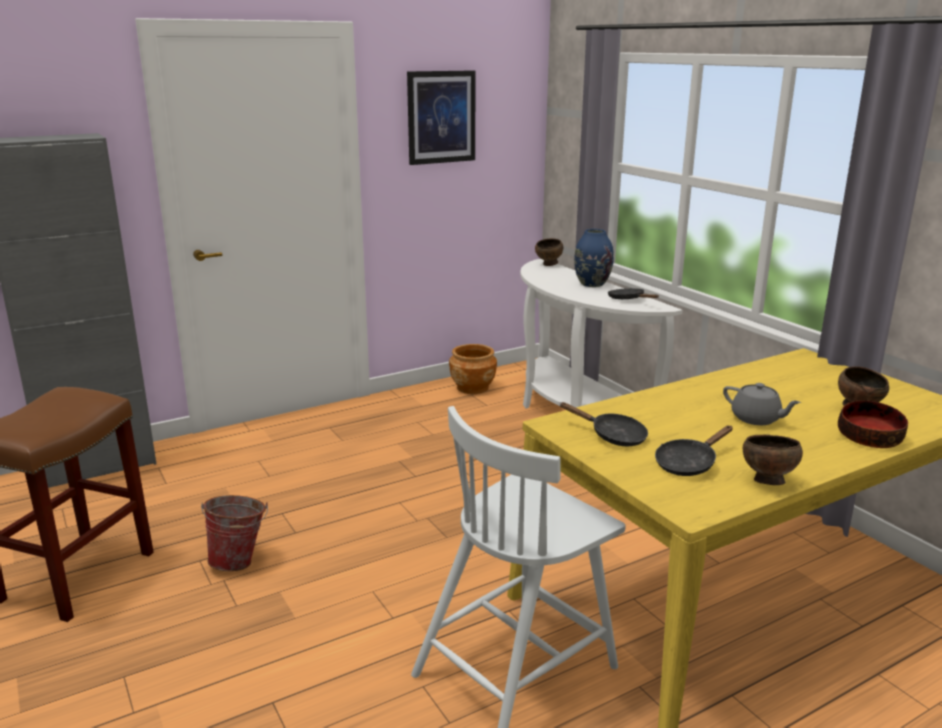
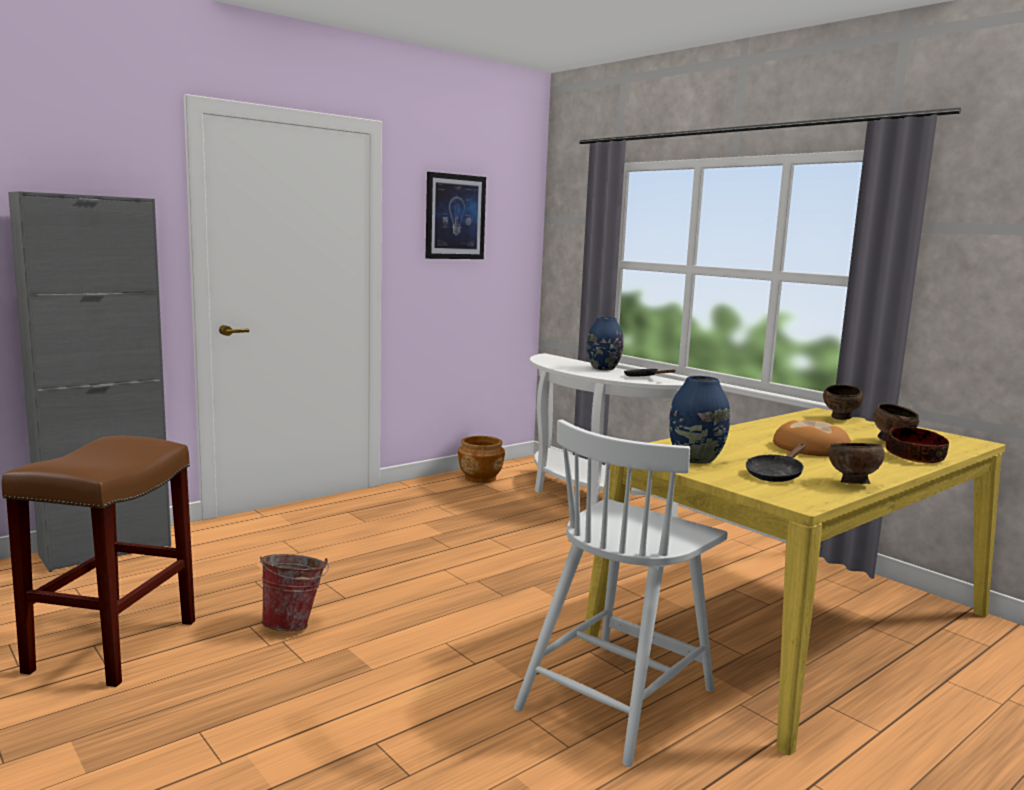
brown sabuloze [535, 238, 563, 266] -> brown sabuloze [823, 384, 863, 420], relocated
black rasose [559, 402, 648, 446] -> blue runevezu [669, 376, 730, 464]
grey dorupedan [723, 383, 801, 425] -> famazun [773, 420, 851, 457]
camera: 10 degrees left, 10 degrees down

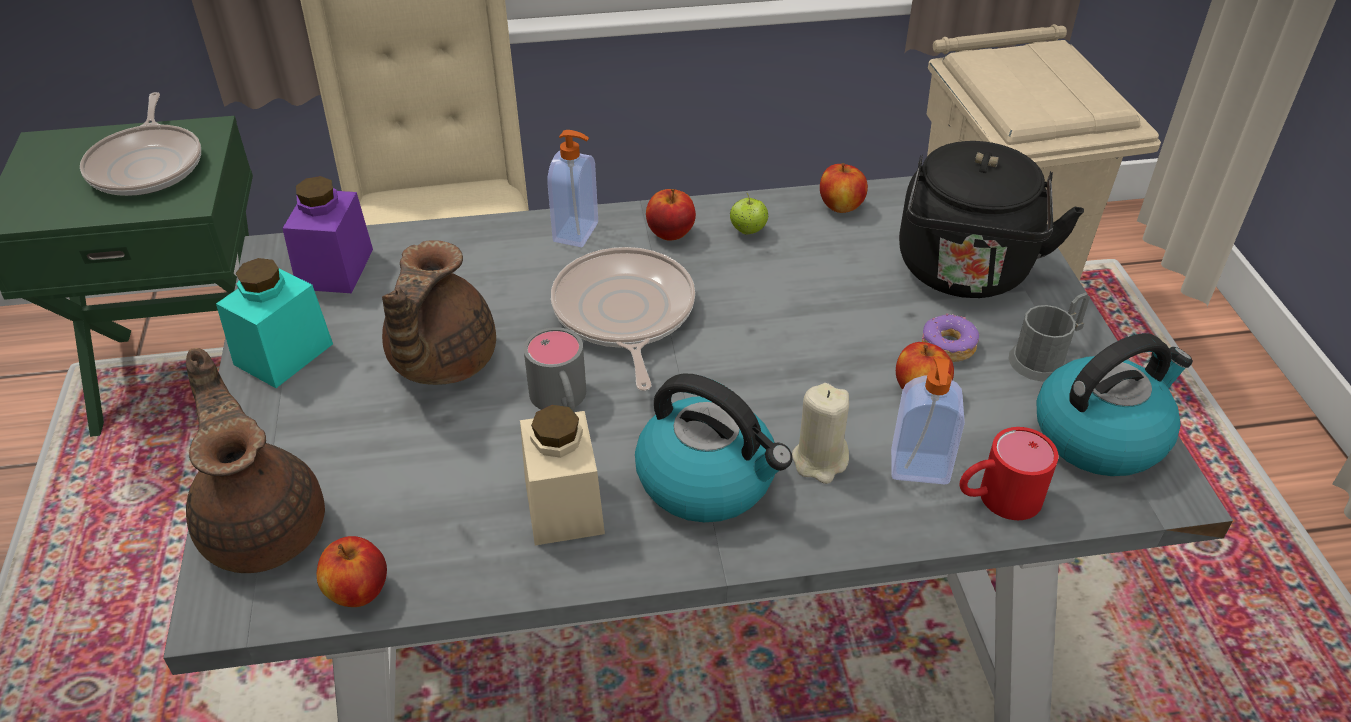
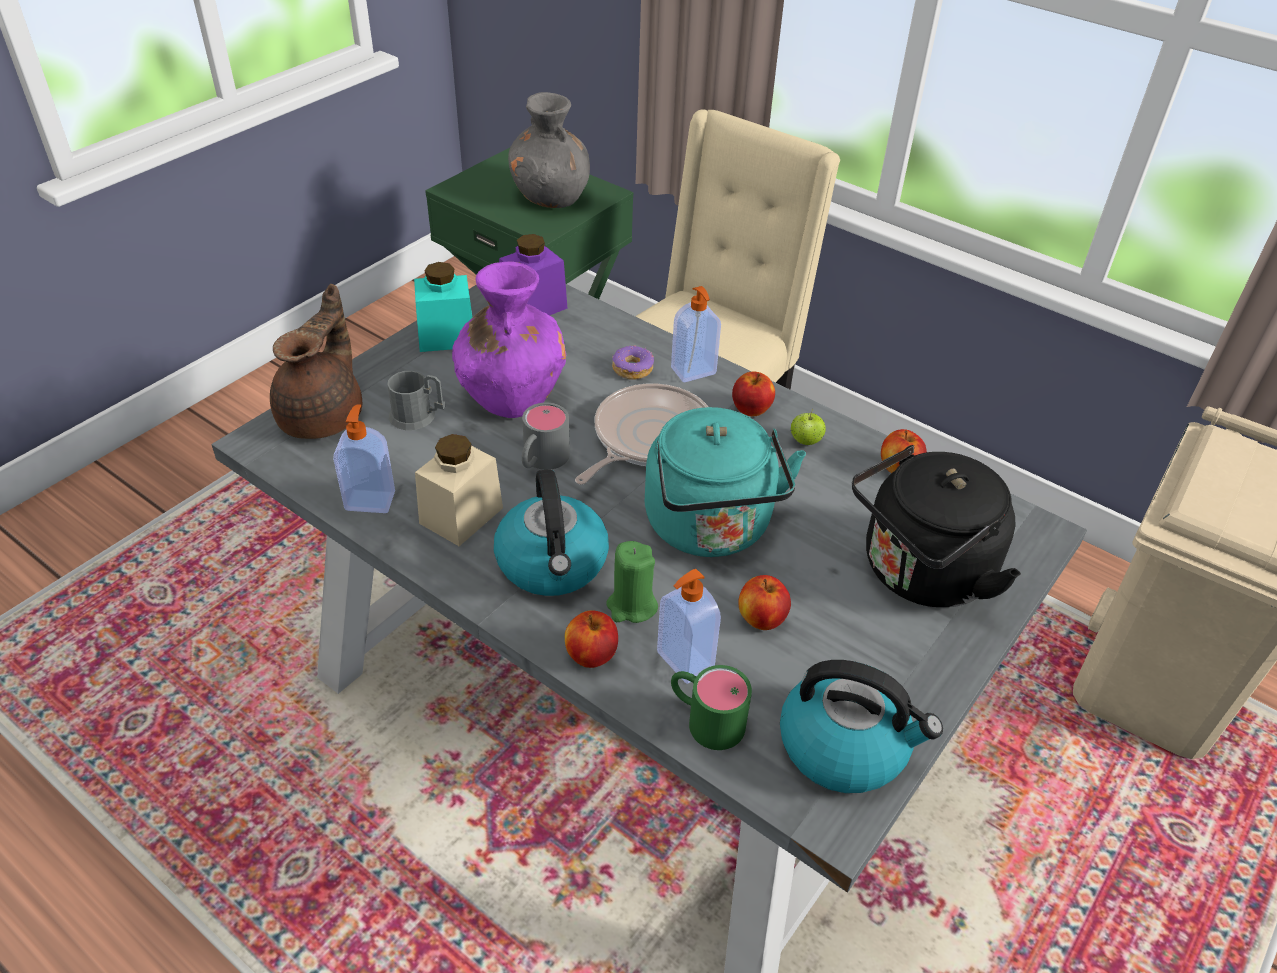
none -> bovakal [333, 404, 395, 513]
none -> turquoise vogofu [645, 407, 806, 557]
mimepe [317, 536, 387, 607] -> mimepe [565, 610, 618, 668], relocated
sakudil [922, 313, 979, 362] -> sakudil [612, 345, 654, 380], relocated
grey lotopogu [1008, 293, 1090, 382] -> grey lotopogu [387, 371, 445, 430], relocated
rasose [80, 92, 201, 196] -> grey runevezu [508, 92, 590, 208]
brown dorupedan [382, 240, 496, 385] -> purple runevezu [452, 261, 566, 418]
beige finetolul [792, 383, 849, 484] -> green finetolul [606, 541, 658, 623]
red lotopogu [960, 427, 1058, 520] -> green lotopogu [671, 665, 752, 750]
camera: 45 degrees right, 0 degrees up

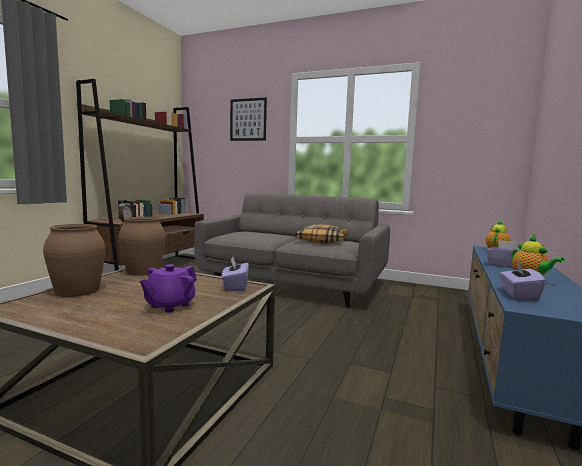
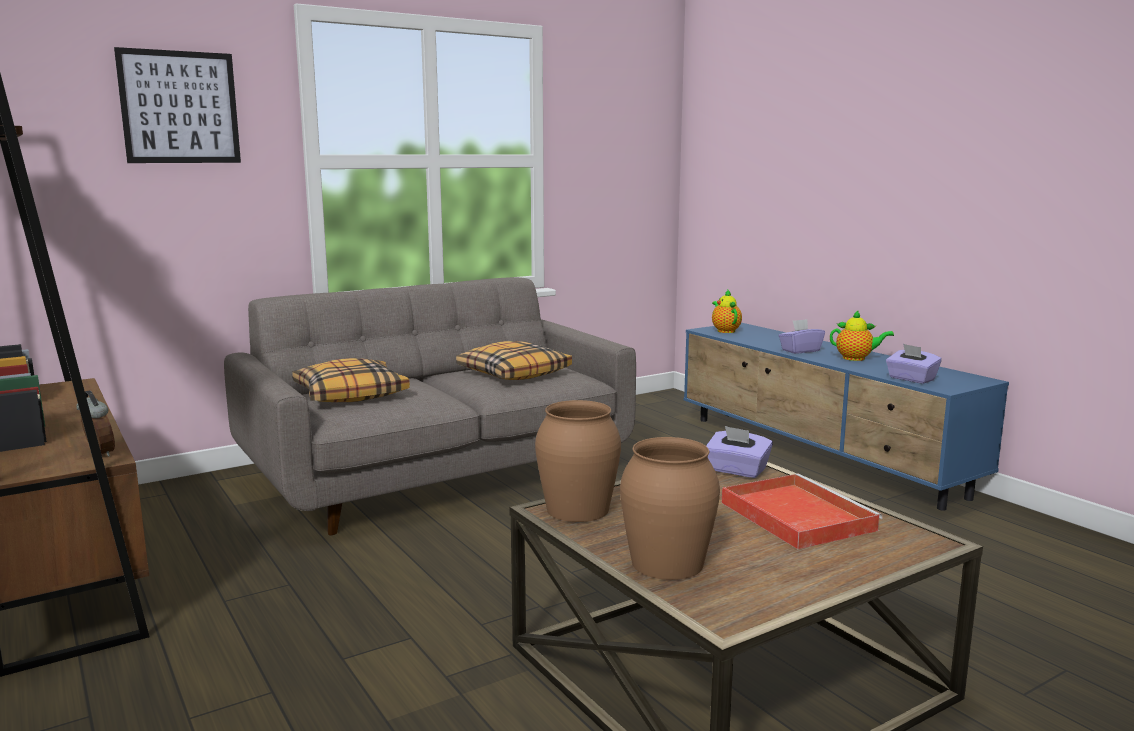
none -> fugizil [292, 358, 410, 402]
purple dorupedan [140, 264, 197, 312] -> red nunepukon [722, 474, 882, 549]
camera: 55 degrees left, 5 degrees up

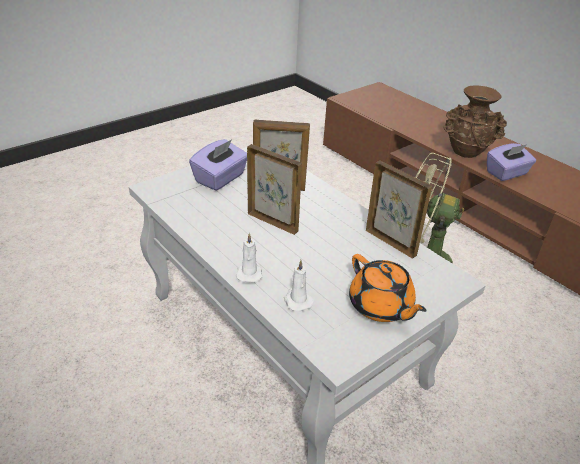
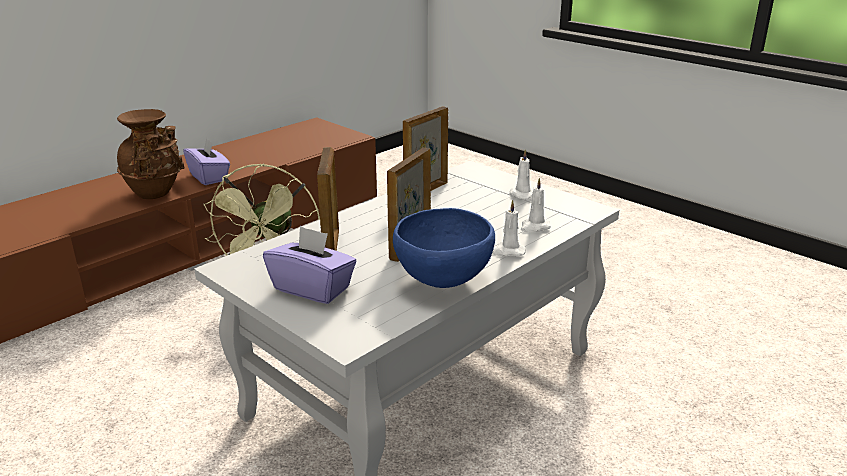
none -> blue sabuloze [393, 208, 495, 288]
orange dorupedan [349, 254, 426, 322] -> white finetolul [509, 149, 533, 200]
camera: 95 degrees left, 10 degrees down

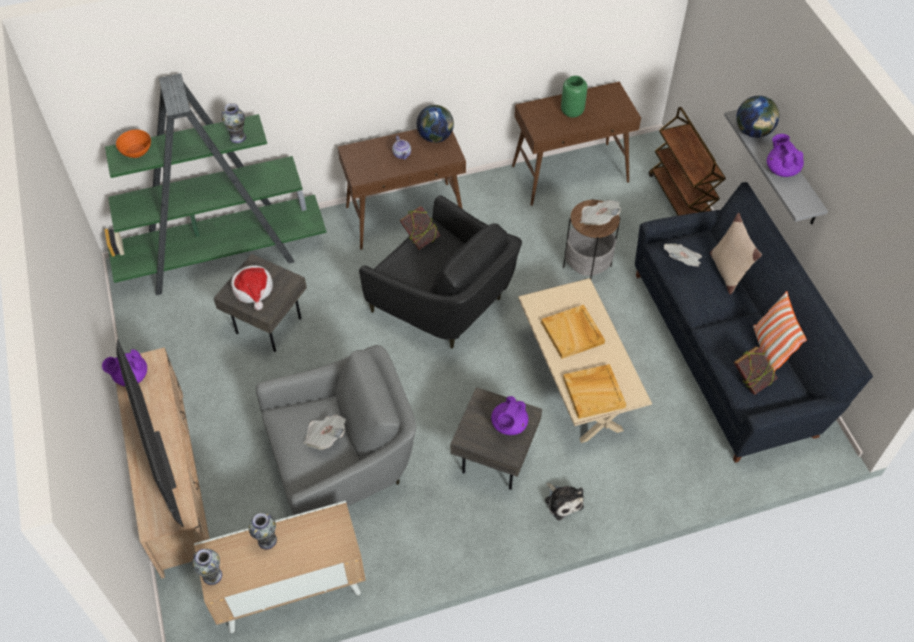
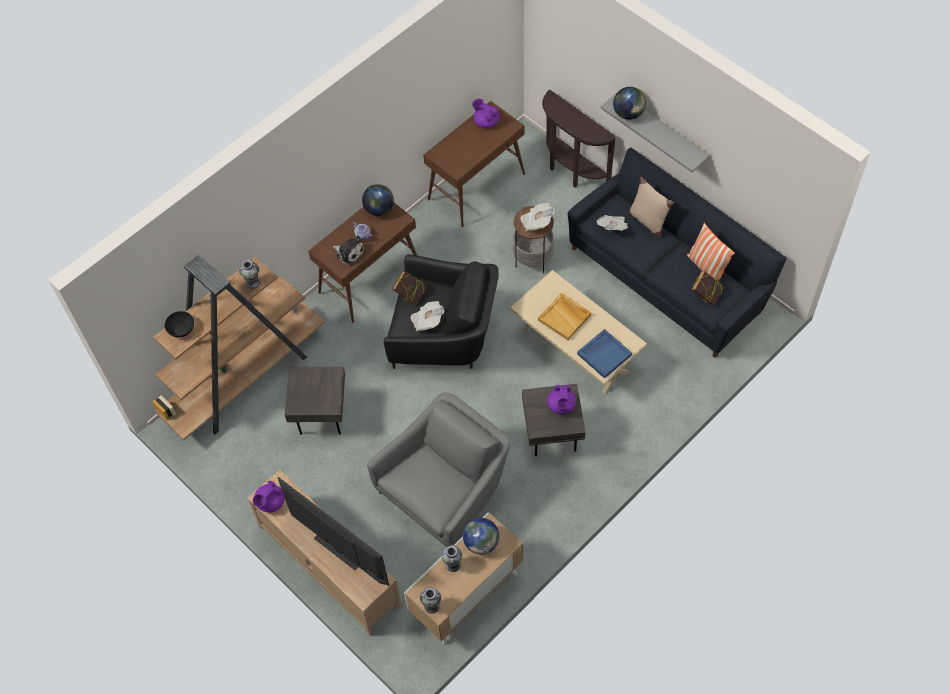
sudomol [231, 265, 273, 310] -> none
green runevezu [561, 76, 587, 118] -> none
none -> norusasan [463, 518, 499, 554]
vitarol [304, 415, 346, 450] -> vitarol [410, 301, 444, 331], relocated
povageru [545, 483, 584, 520] -> povageru [332, 236, 365, 266], relocated
purple dorupedan [767, 134, 804, 177] -> purple dorupedan [472, 99, 499, 128], relocated
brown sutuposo [649, 107, 726, 216] -> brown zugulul [542, 90, 617, 188]
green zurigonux [105, 73, 327, 295] -> brown zurigonux [152, 255, 325, 440]
orange sabuloze [116, 130, 151, 158] -> black sabuloze [165, 311, 194, 337]
beige nunepukon [563, 364, 626, 419] -> blue nunepukon [577, 329, 632, 379]
camera: 25 degrees left, 5 degrees up

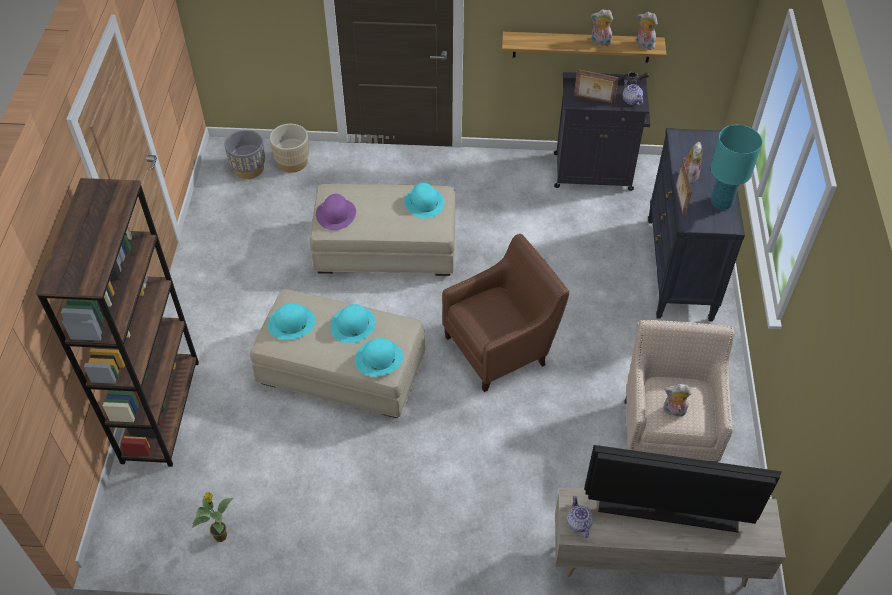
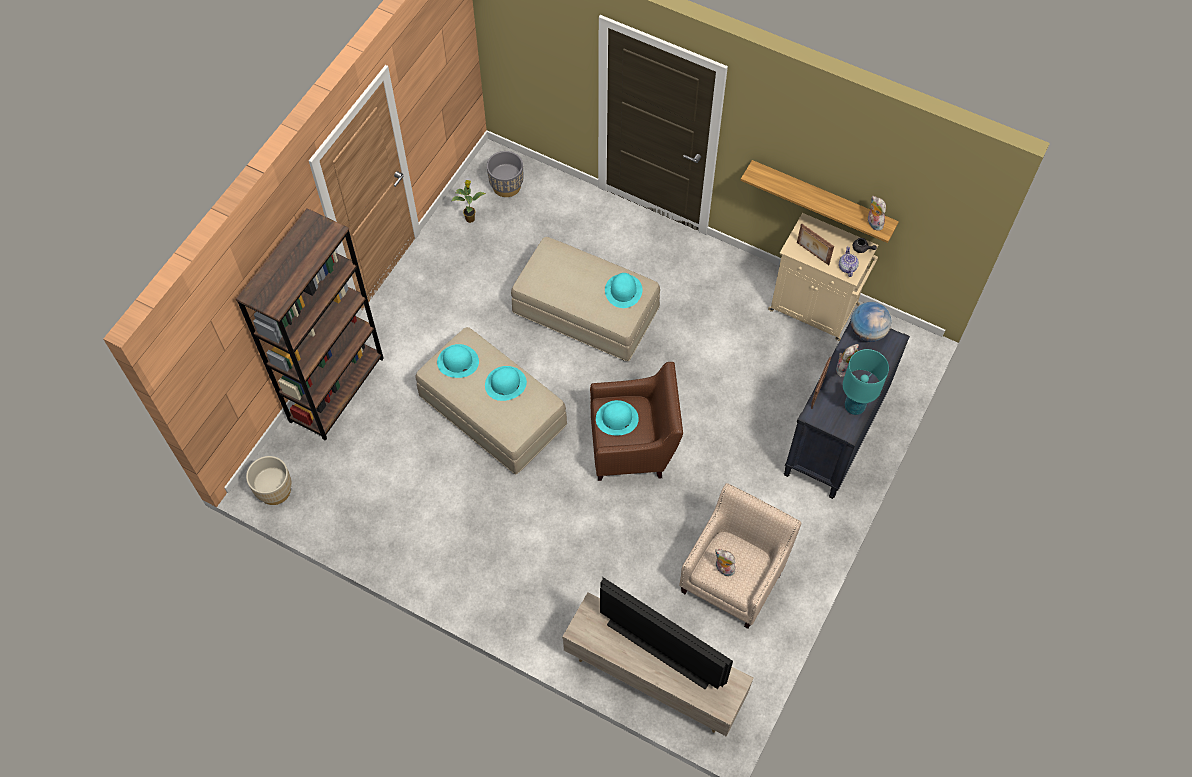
purple sudomol [316, 194, 356, 230] -> none
dorupedan [567, 496, 593, 538] -> none
povageru [591, 9, 613, 46] -> none
none -> norusasan [851, 302, 892, 342]
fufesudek [192, 492, 233, 542] -> fufesudek [451, 180, 486, 223], relocated
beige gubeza [270, 124, 309, 173] -> beige gubeza [246, 456, 292, 505], relocated
turquoise sudomol [355, 338, 403, 377] -> turquoise sudomol [596, 400, 639, 435], relocated
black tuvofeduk [554, 72, 651, 191] -> beige tuvofeduk [768, 213, 878, 341]
camera: 25 degrees right, 10 degrees up

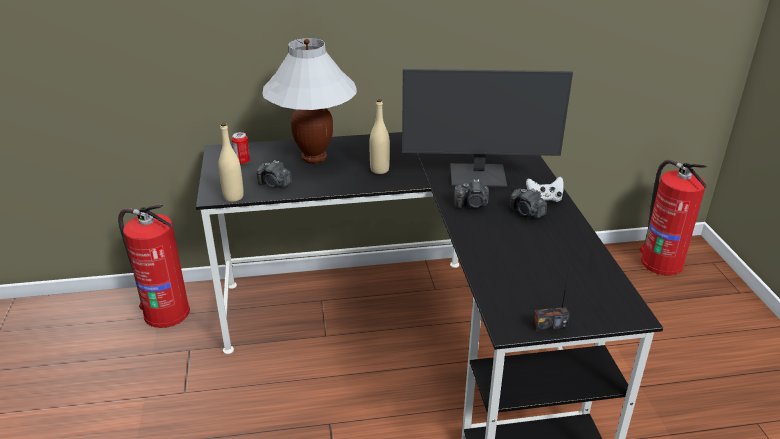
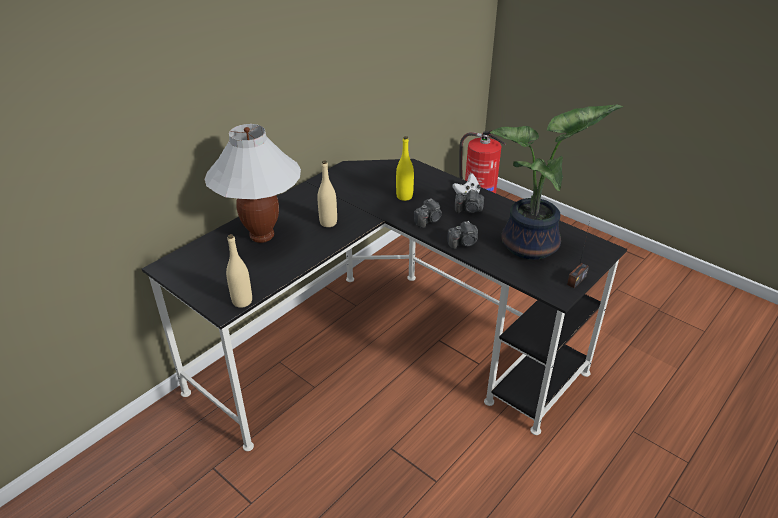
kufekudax [118, 204, 190, 328] -> none
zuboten [231, 132, 250, 164] -> none
none -> fufesudek [490, 105, 623, 260]
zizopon [257, 160, 292, 188] -> zizopon [447, 221, 478, 249], relocated
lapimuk [402, 69, 573, 187] -> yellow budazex [396, 136, 414, 201]
camera: 40 degrees left, 5 degrees up

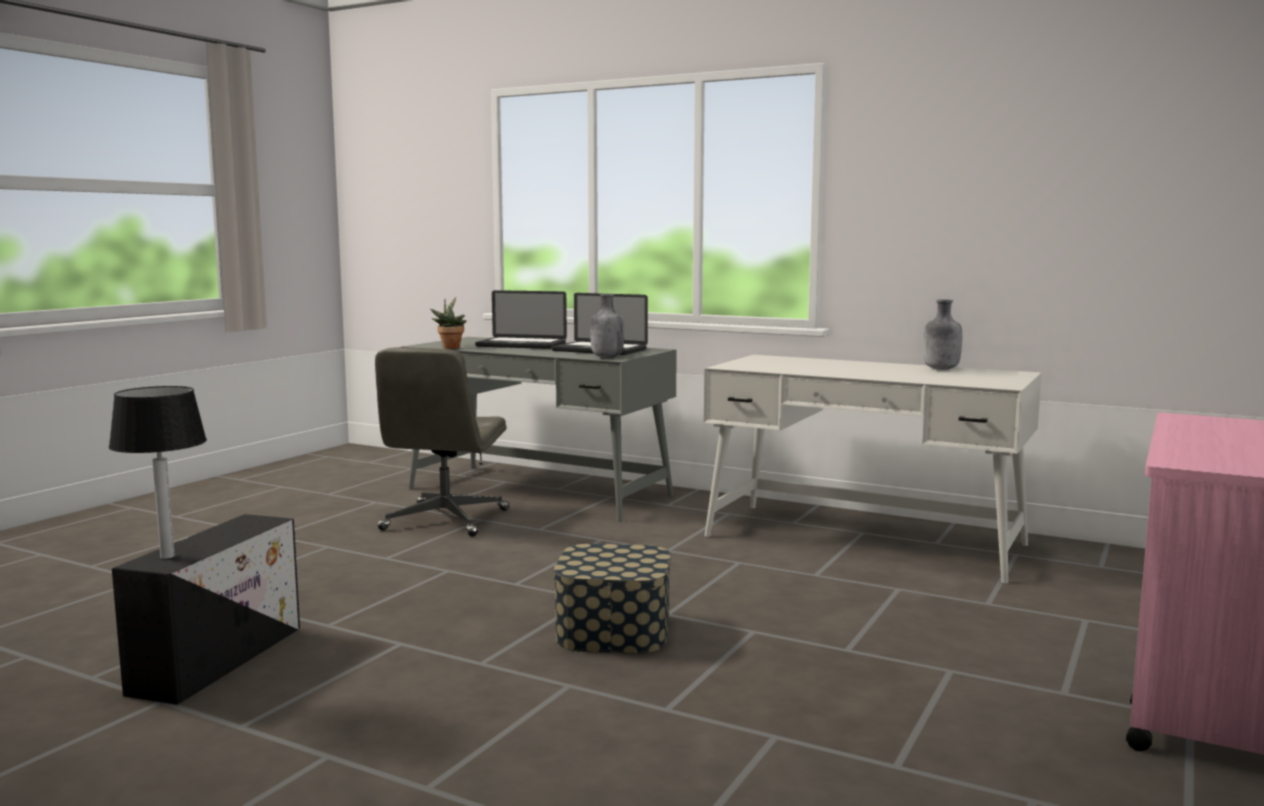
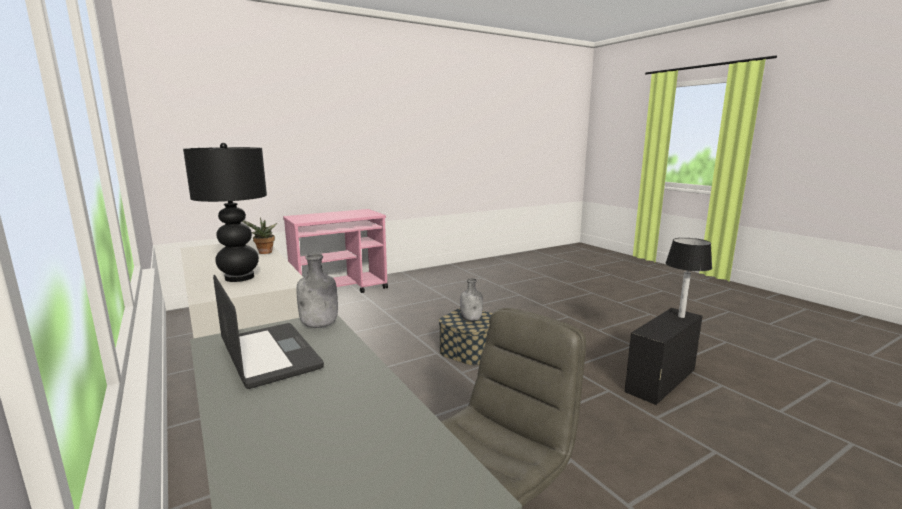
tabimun [475, 290, 567, 349] -> none
none -> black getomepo [183, 143, 267, 282]
fufesudek [430, 297, 467, 349] -> fufesudek [242, 217, 278, 254], relocated
grey budazex [923, 299, 962, 370] -> grey budazex [460, 278, 483, 321], relocated
camera: 150 degrees left, 5 degrees up

